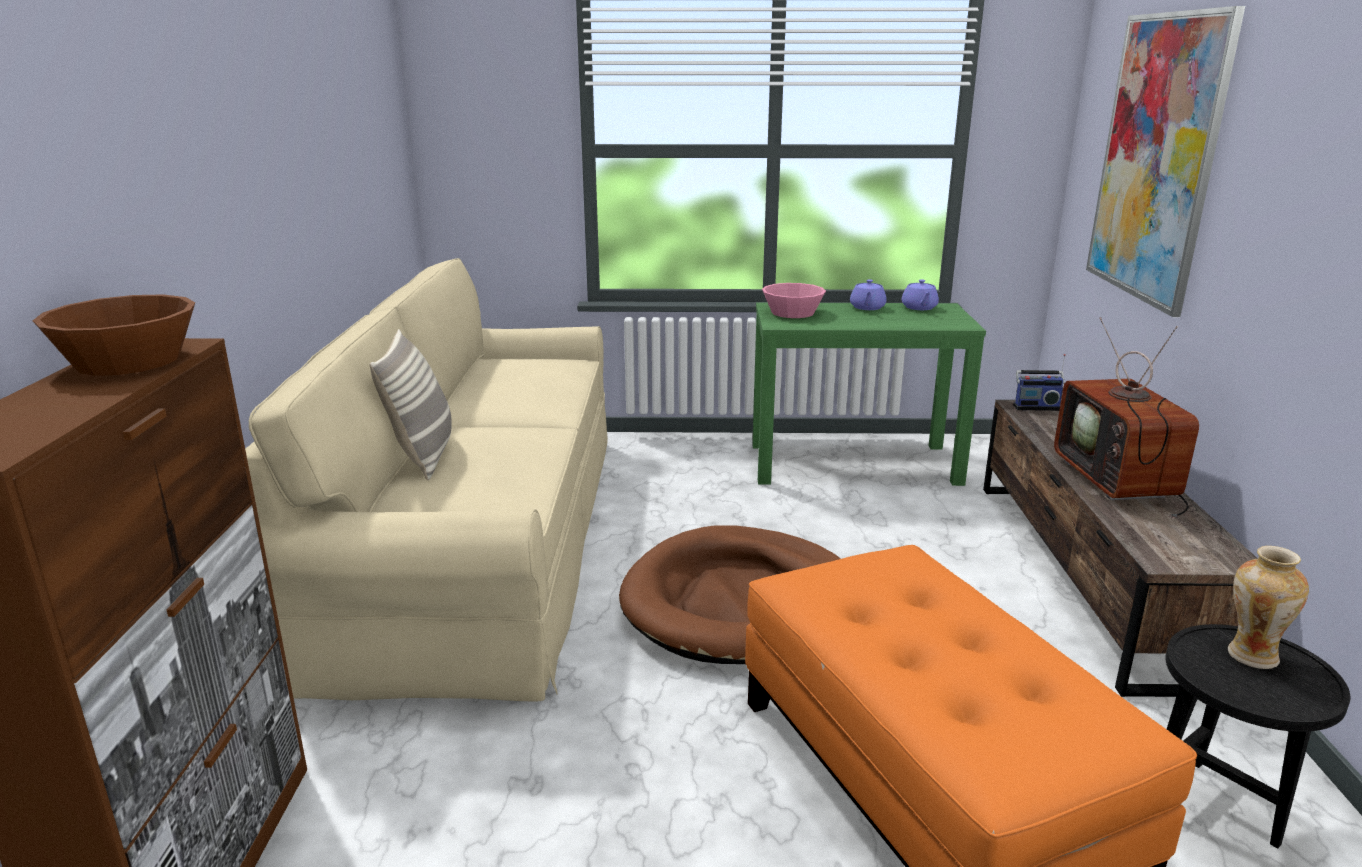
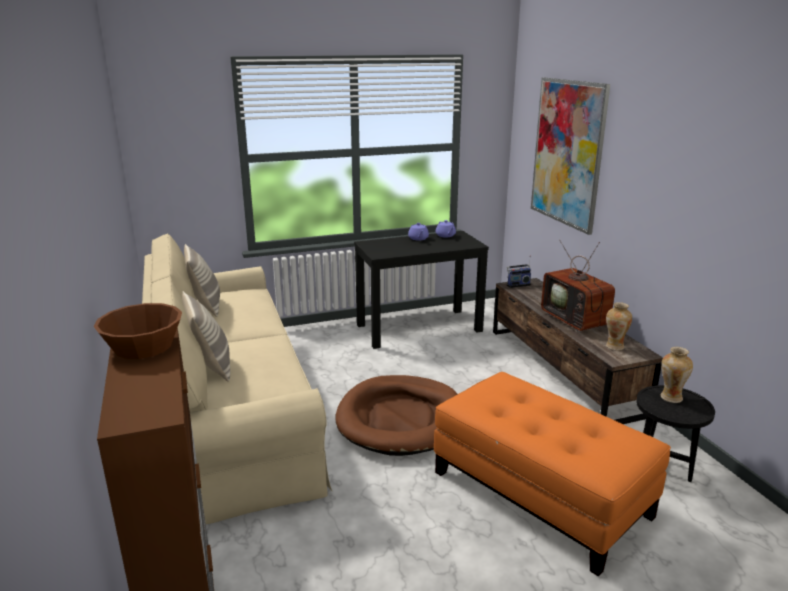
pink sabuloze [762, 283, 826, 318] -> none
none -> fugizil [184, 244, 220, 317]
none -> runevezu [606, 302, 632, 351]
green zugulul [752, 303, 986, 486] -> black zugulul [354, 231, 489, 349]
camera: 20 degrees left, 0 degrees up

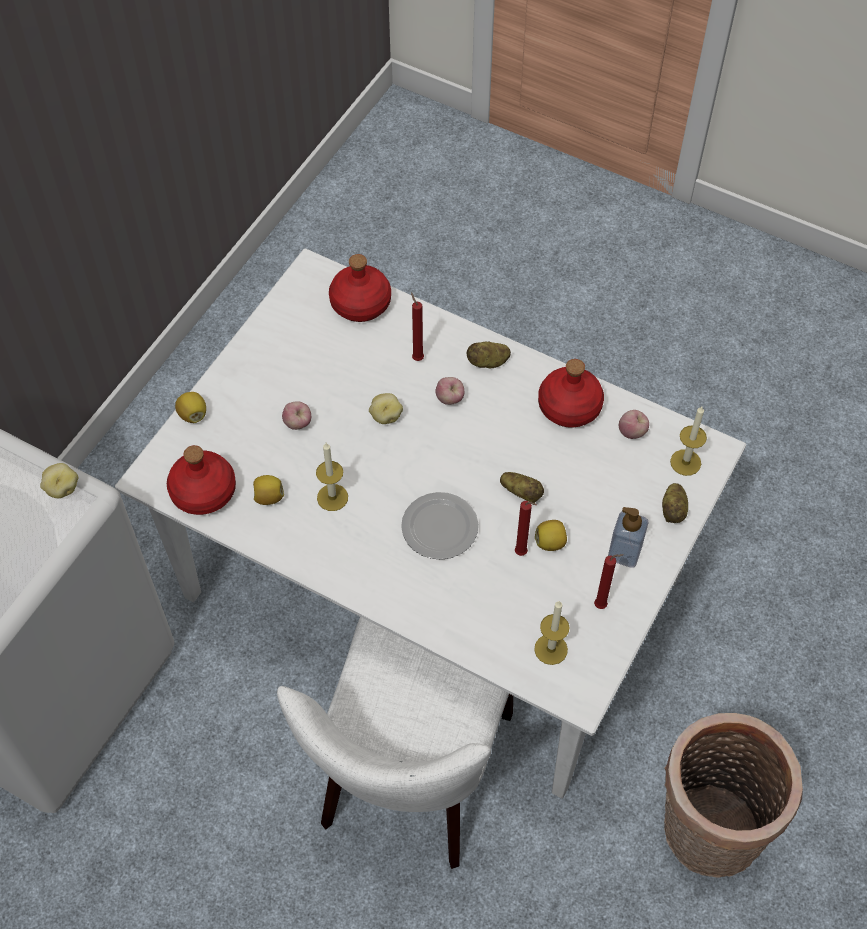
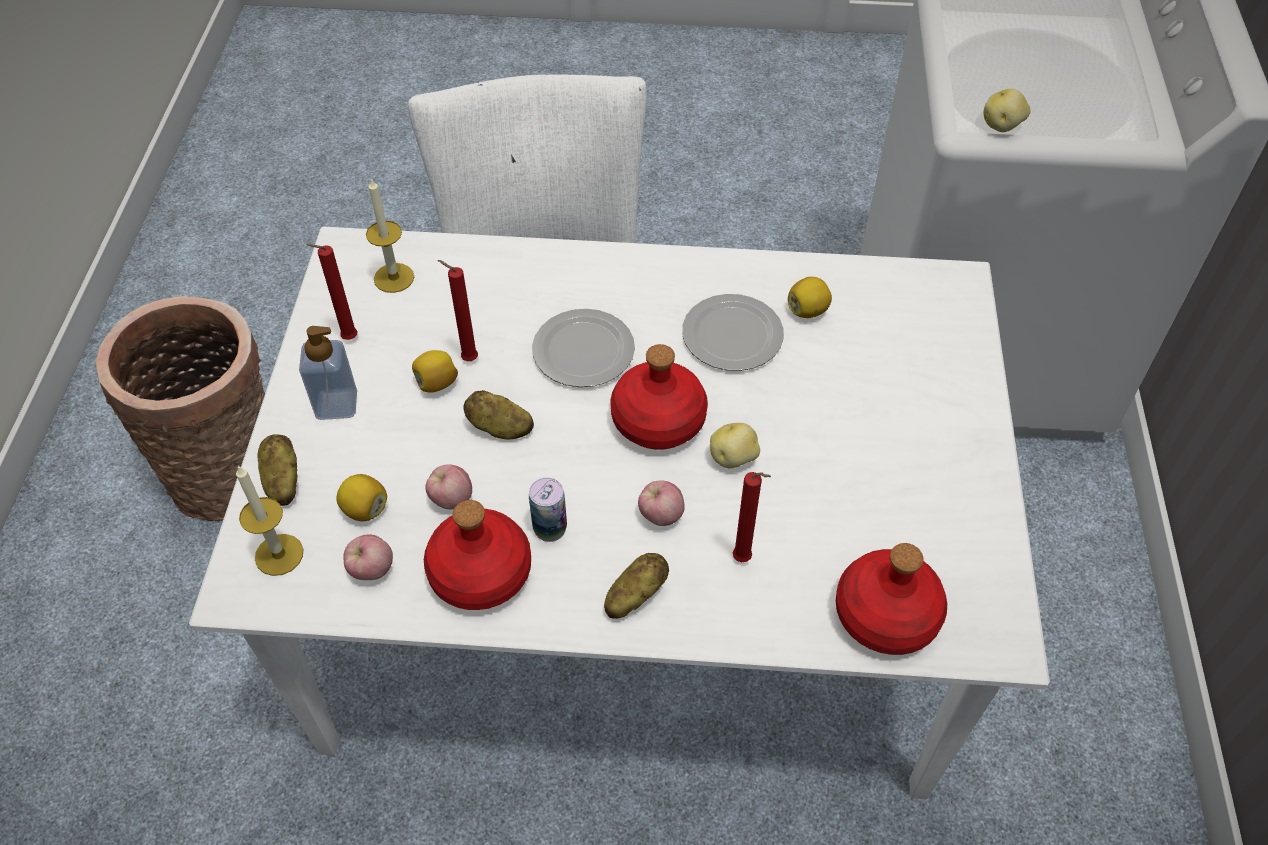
none -> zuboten [529, 477, 567, 542]
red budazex [167, 445, 236, 515] -> red budazex [611, 344, 708, 450], relocated
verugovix [175, 392, 206, 423] -> verugovix [336, 474, 387, 521], relocated
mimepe [282, 401, 311, 430] -> mimepe [425, 464, 472, 509], relocated
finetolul [316, 443, 348, 511] -> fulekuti [682, 294, 784, 371]
camera: 155 degrees right, 5 degrees down

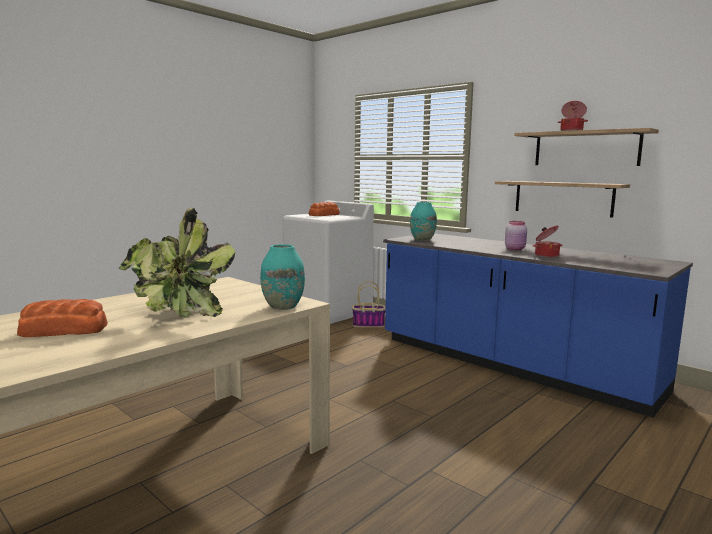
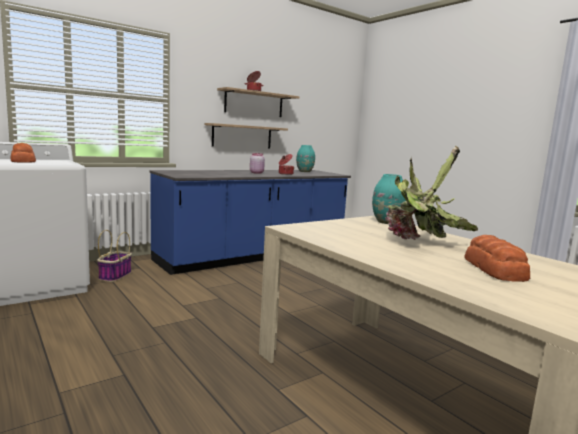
turquoise runevezu [410, 202, 437, 241] -> turquoise runevezu [296, 145, 315, 172], relocated
camera: 80 degrees left, 0 degrees up

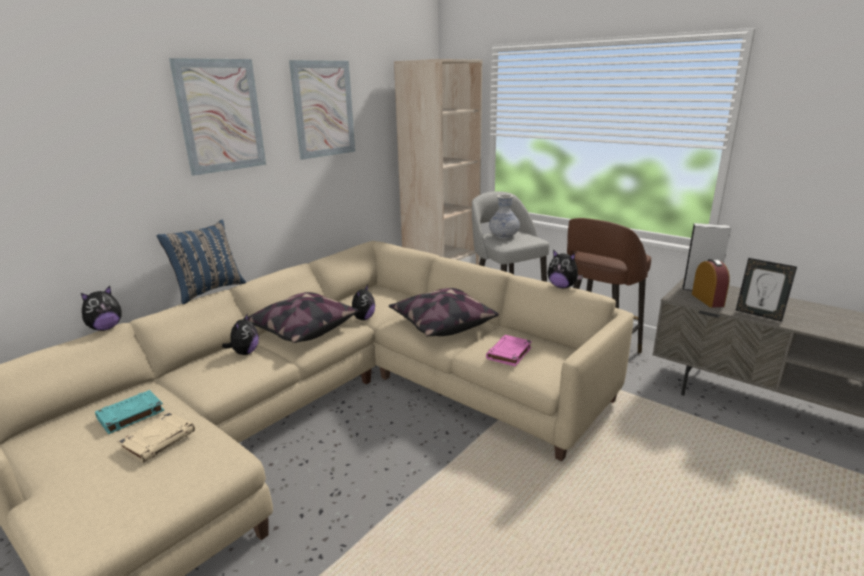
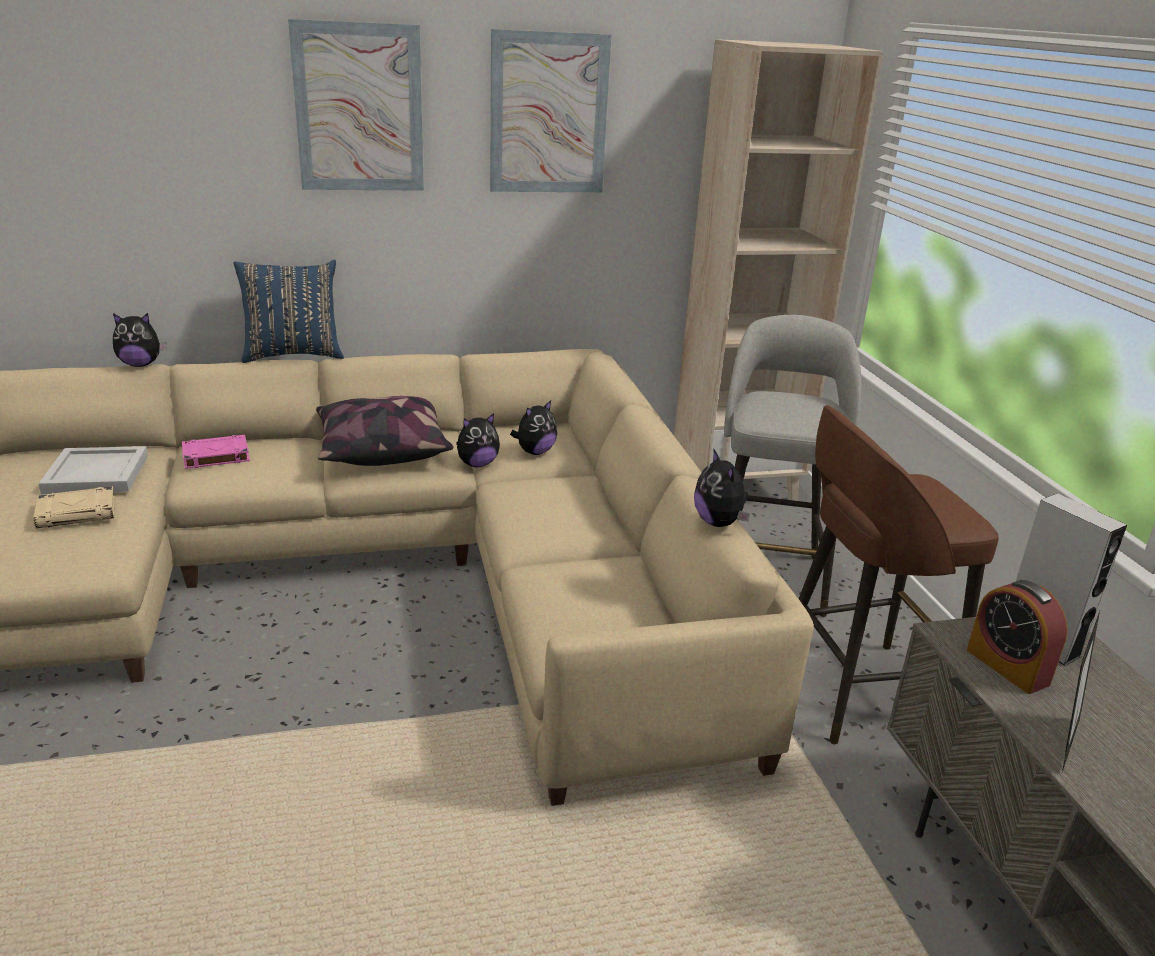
fugizil [389, 288, 499, 337] -> none
runevezu [489, 194, 520, 239] -> none
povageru [222, 313, 259, 355] -> povageru [510, 400, 557, 455], relocated
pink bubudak [486, 335, 532, 366] -> pink bubudak [182, 435, 250, 469], relocated
turquoise bubudak [95, 390, 164, 434] -> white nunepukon [38, 446, 148, 494]
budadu [692, 259, 730, 308] -> budadu [967, 580, 1068, 694], 120 degrees clockwise
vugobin [736, 258, 797, 322] -> vugobin [1062, 611, 1100, 772], 135 degrees counterclockwise
camera: 35 degrees right, 5 degrees up

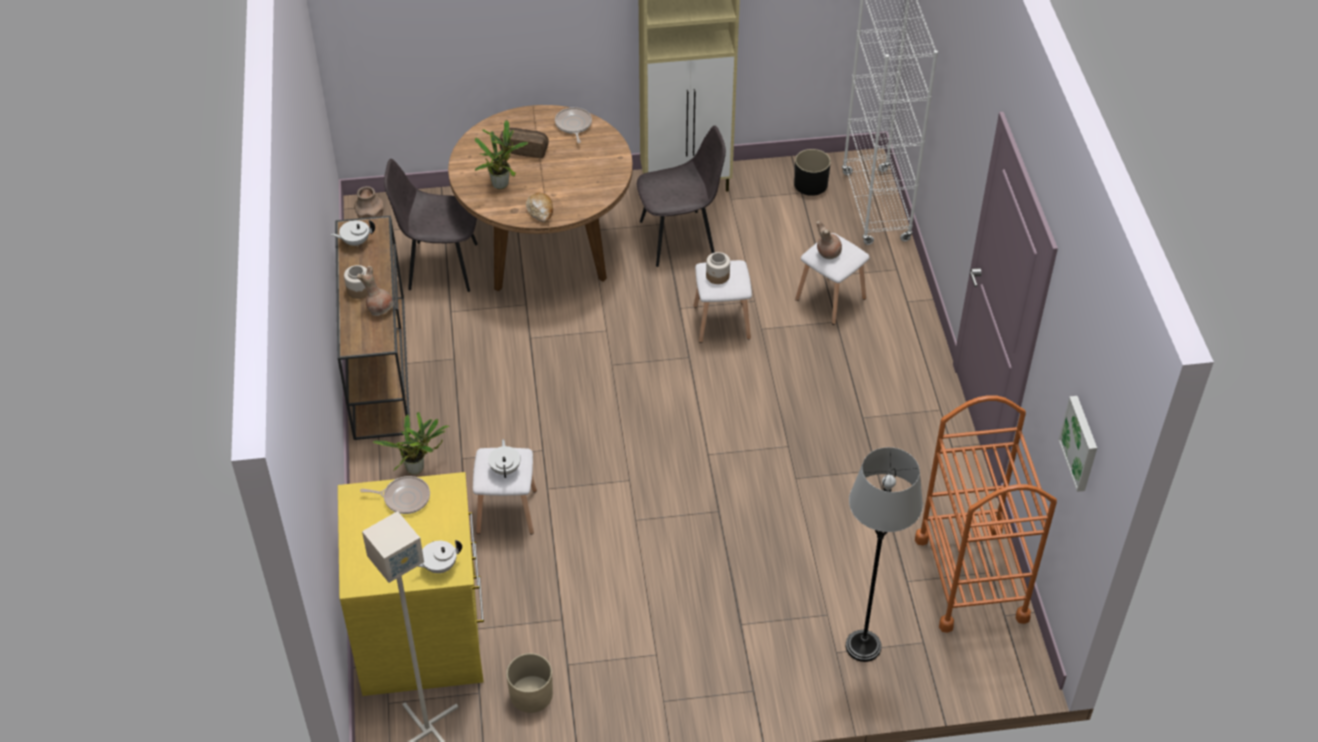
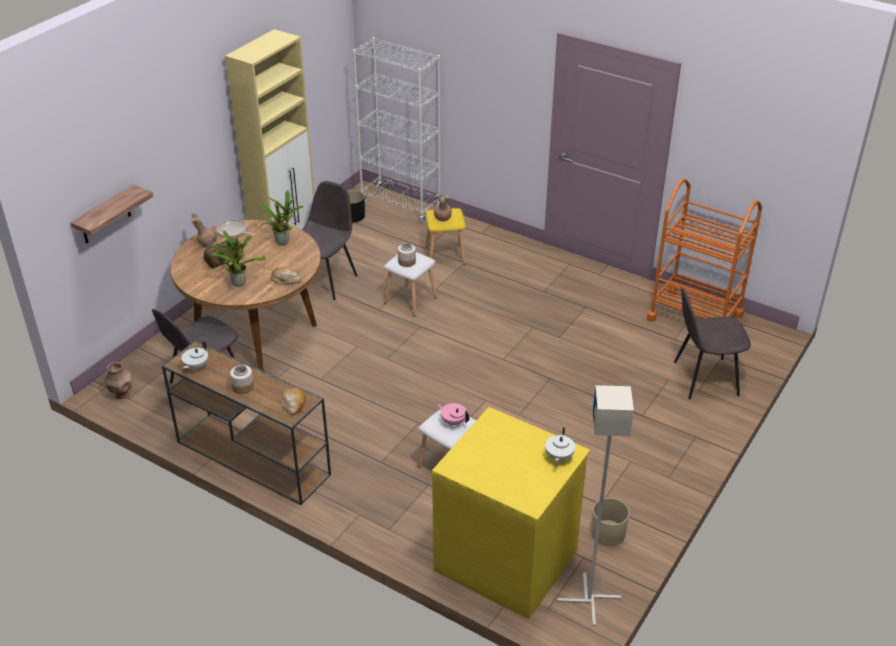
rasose [360, 476, 430, 514] -> none
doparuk [1058, 396, 1097, 492] -> none
none -> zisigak [71, 185, 153, 244]
none -> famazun [282, 387, 306, 415]
brown runevezu [357, 266, 394, 316] -> brown runevezu [191, 213, 217, 248], relocated
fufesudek [372, 412, 449, 475] -> fufesudek [260, 190, 304, 245], relocated
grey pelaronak [846, 447, 923, 662] -> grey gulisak [674, 287, 751, 399]
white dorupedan [488, 439, 520, 478] -> pink dorupedan [437, 403, 470, 426]
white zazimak [795, 233, 870, 325] -> yellow zazimak [425, 208, 466, 265]
camera: 50 degrees left, 10 degrees down

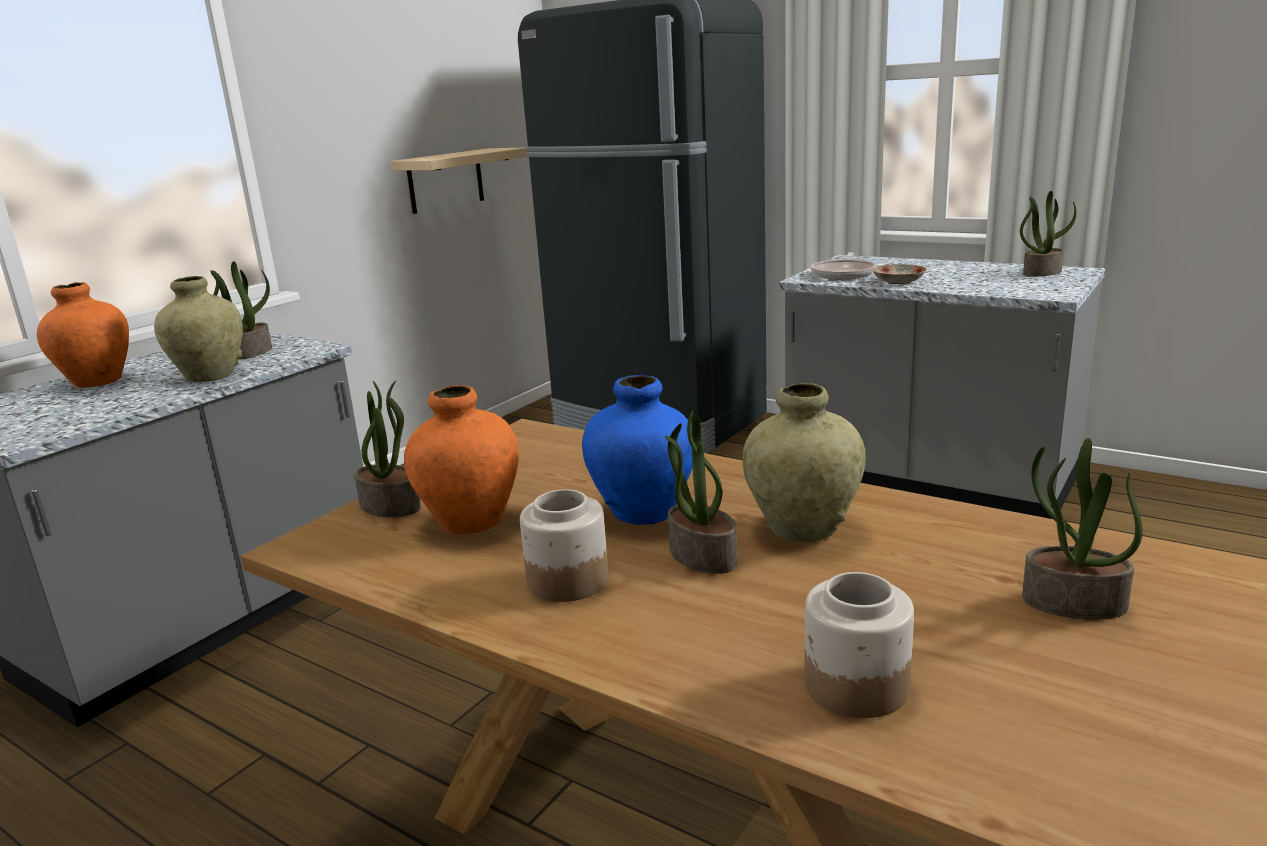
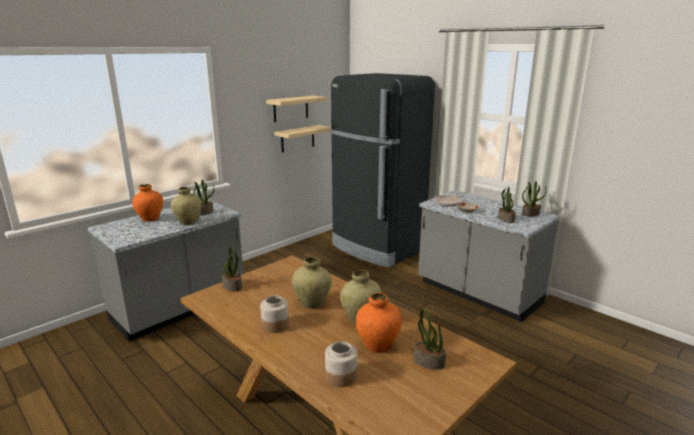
none -> beige zisigak [266, 96, 328, 122]
orange runevezu [404, 385, 519, 535] -> orange runevezu [356, 293, 402, 353], relocated
fufesudek [665, 410, 737, 574] -> fufesudek [498, 186, 516, 223], relocated
blue runevezu [582, 375, 693, 525] -> beige runevezu [292, 257, 332, 309]
camera: 10 degrees right, 0 degrees up

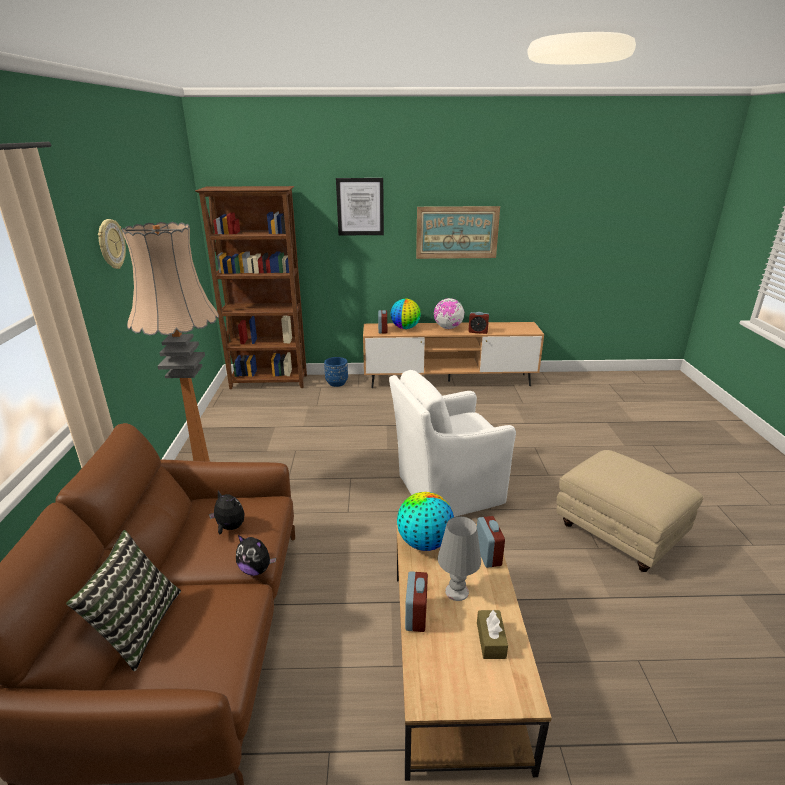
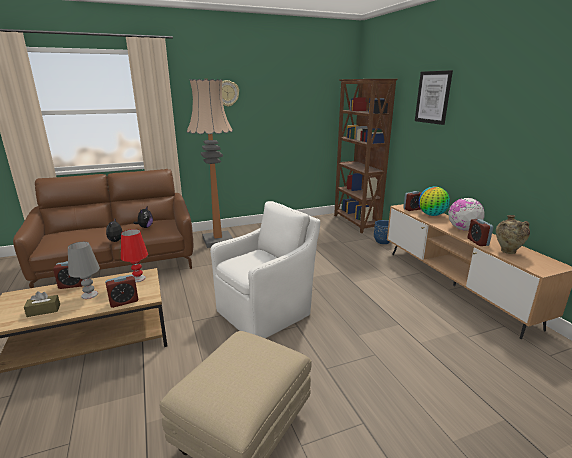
fugizil [66, 530, 181, 671] -> none
doparuk [416, 206, 500, 259] -> none
none -> beige runevezu [496, 215, 530, 254]
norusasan [397, 492, 454, 551] -> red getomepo [121, 229, 148, 282]
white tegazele [389, 370, 516, 517] -> white tegazele [210, 201, 320, 338], 90 degrees clockwise
camera: 70 degrees right, 5 degrees down

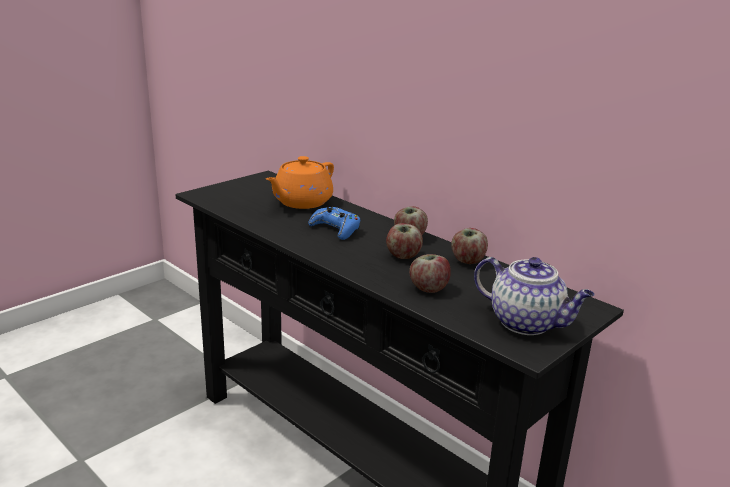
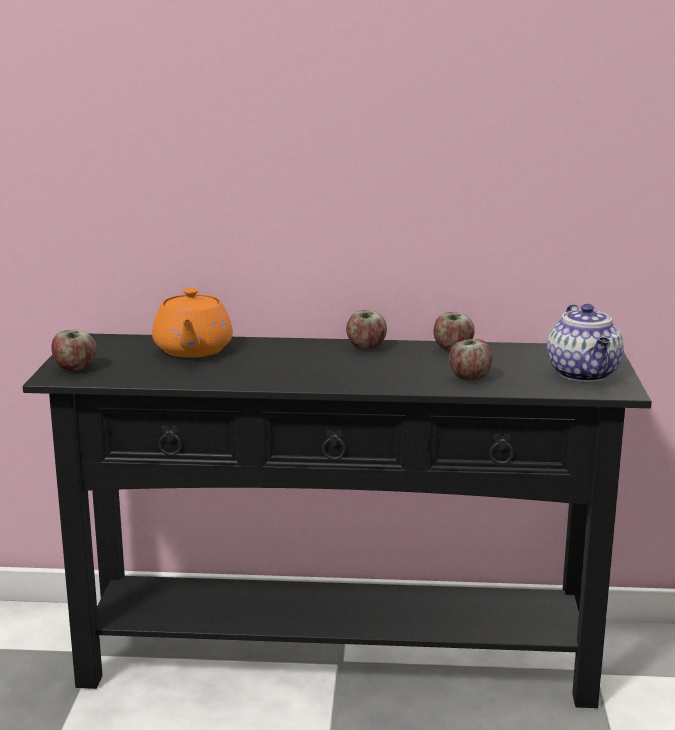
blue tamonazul [308, 207, 360, 240] -> none
mimepe [386, 223, 423, 259] -> mimepe [51, 330, 97, 371], relocated
dorupedan [474, 257, 595, 335] -> dorupedan [547, 304, 624, 382], 90 degrees clockwise
camera: 40 degrees left, 5 degrees down

